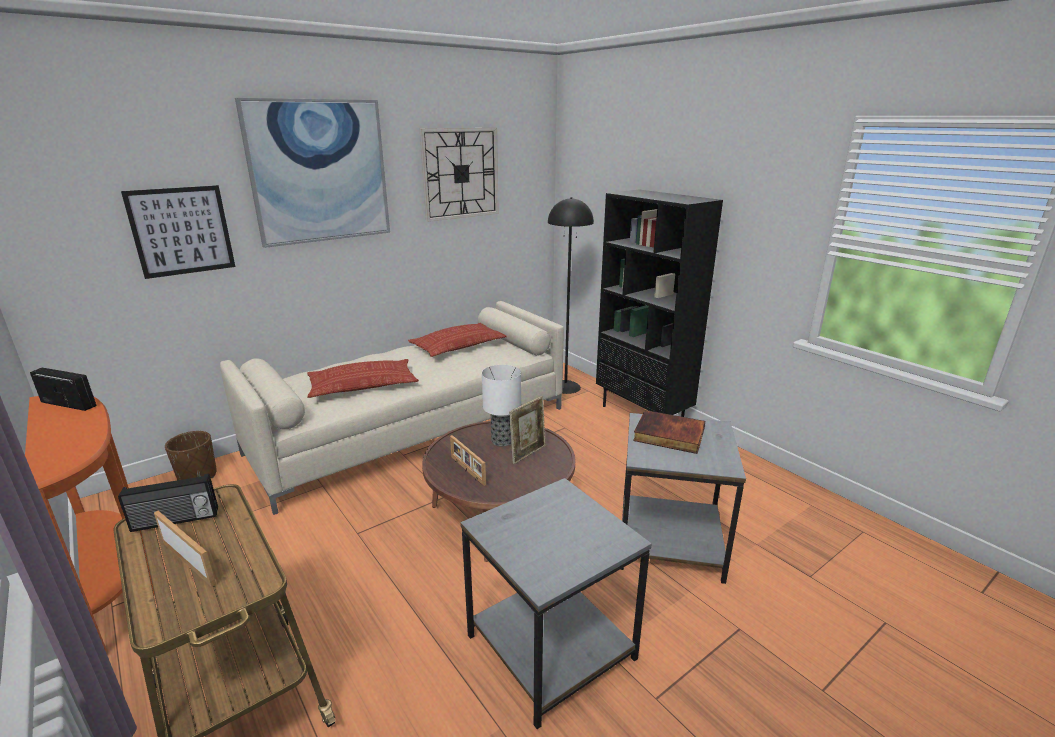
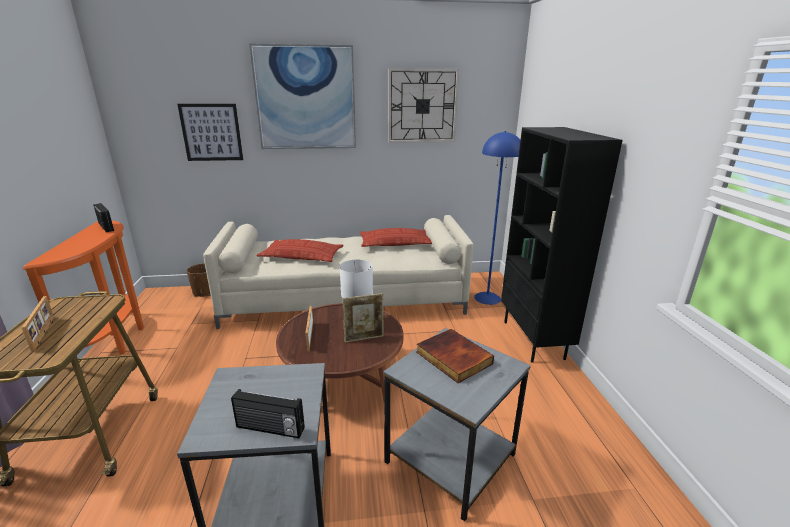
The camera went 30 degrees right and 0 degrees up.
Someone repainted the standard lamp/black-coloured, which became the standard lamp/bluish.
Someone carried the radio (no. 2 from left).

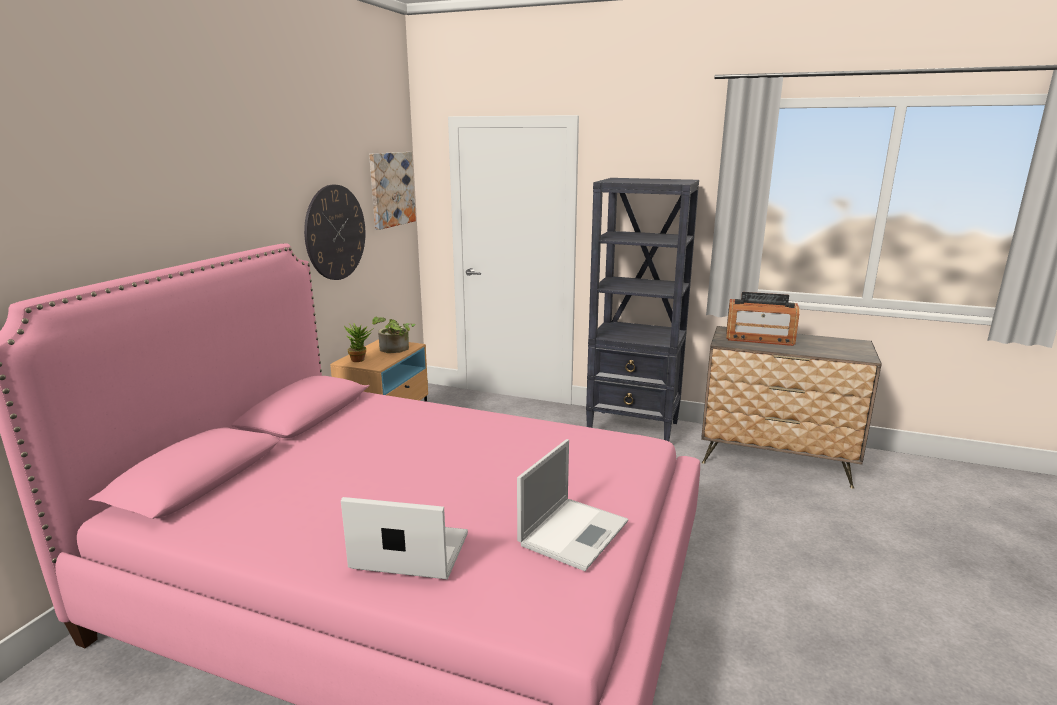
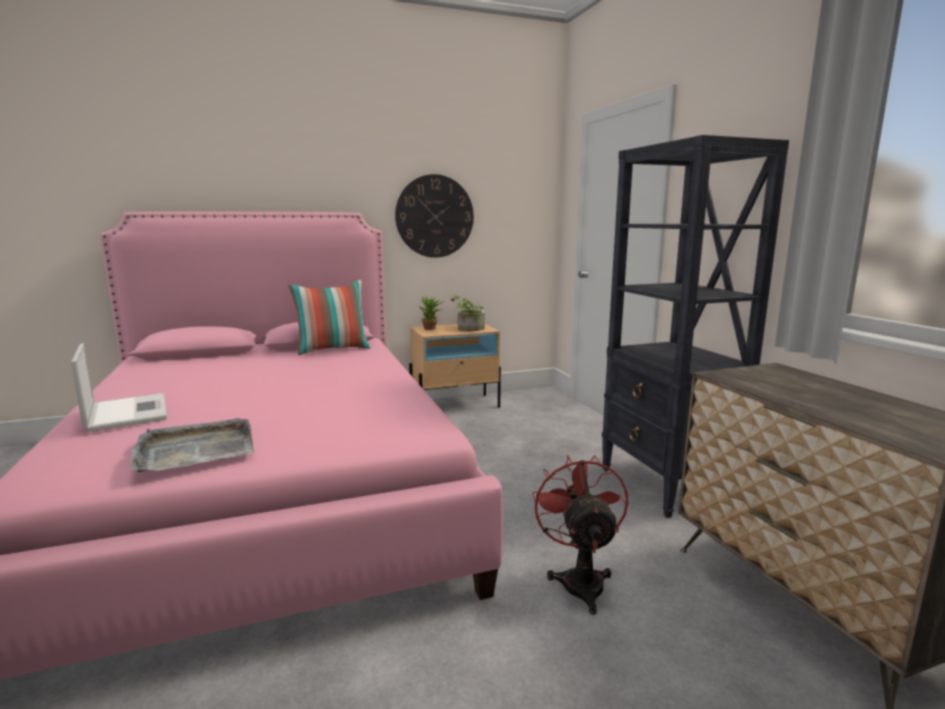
The camera went 50 degrees right and 5 degrees down.
Someone took away the wall picture.
Someone took away the radio.
Someone swapped the notebook computer (no. 2 from left) for the carrying tray/grey.
Someone put down the pillow.
Someone put down the electric fan/red.

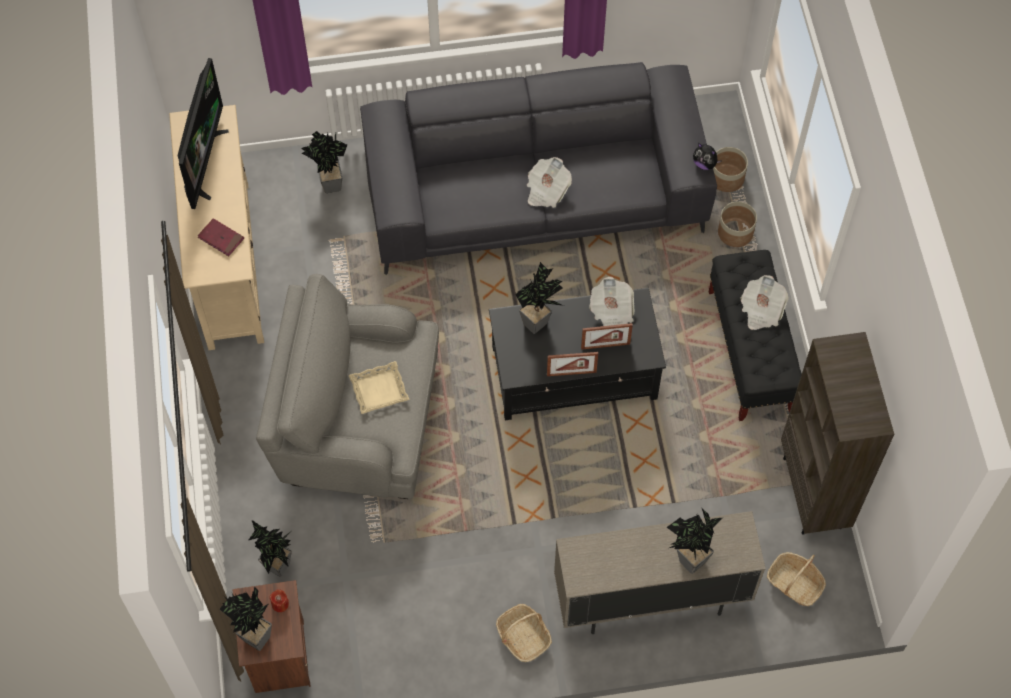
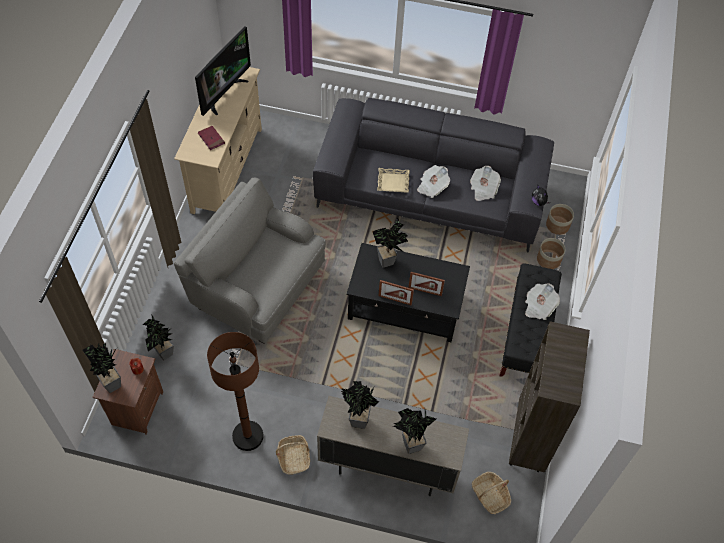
The camera went 20 degrees right and 5 degrees down.
Someone carried the potted plant (no. 3 from left).
Someone carried the newspaper (no. 2 from left).
Someone carried the carrying tray/beige.
Someone put down the standard lamp/brown-coloured.

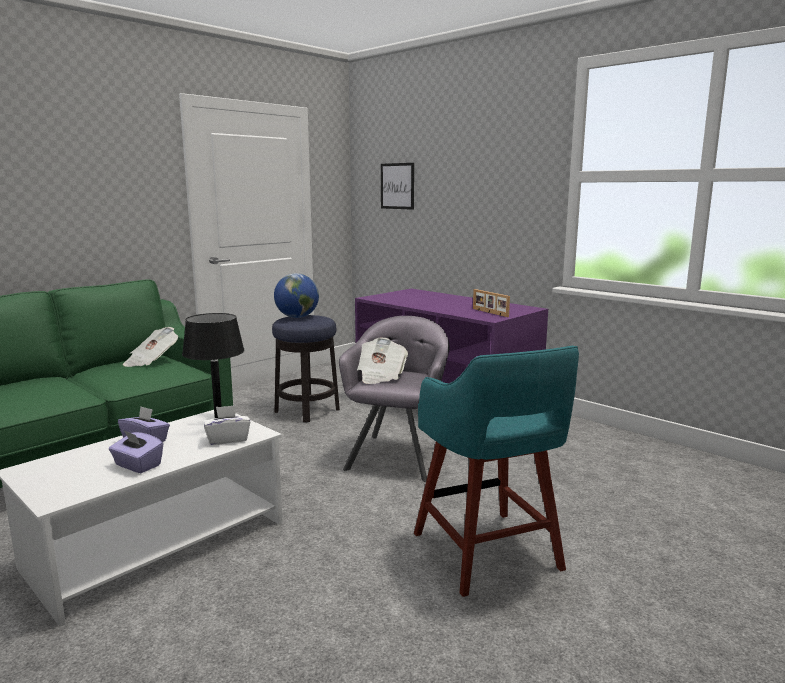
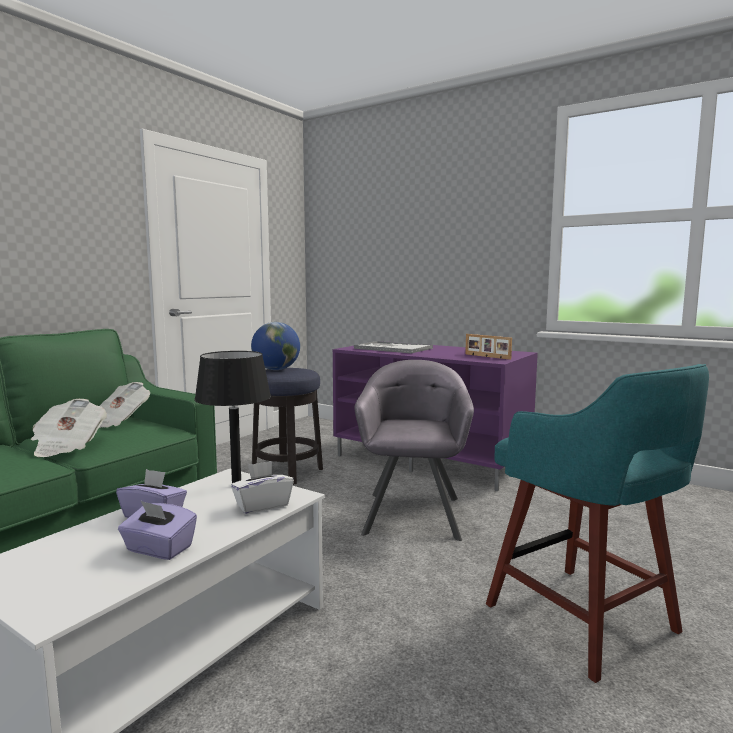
The camera went 10 degrees left and 5 degrees down.
Someone took away the wall picture.
Someone carried the newspaper (no. 2 from left in the first image).
Someone put down the carrying tray.

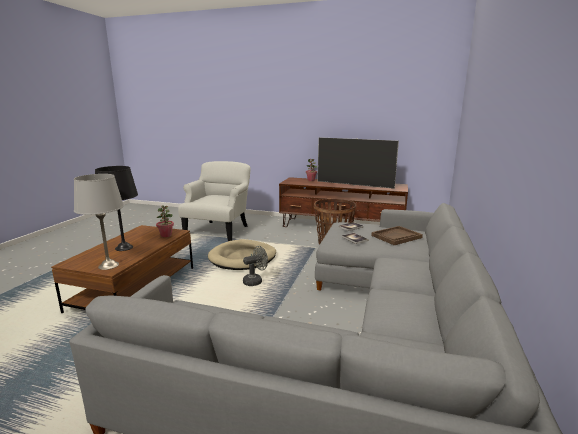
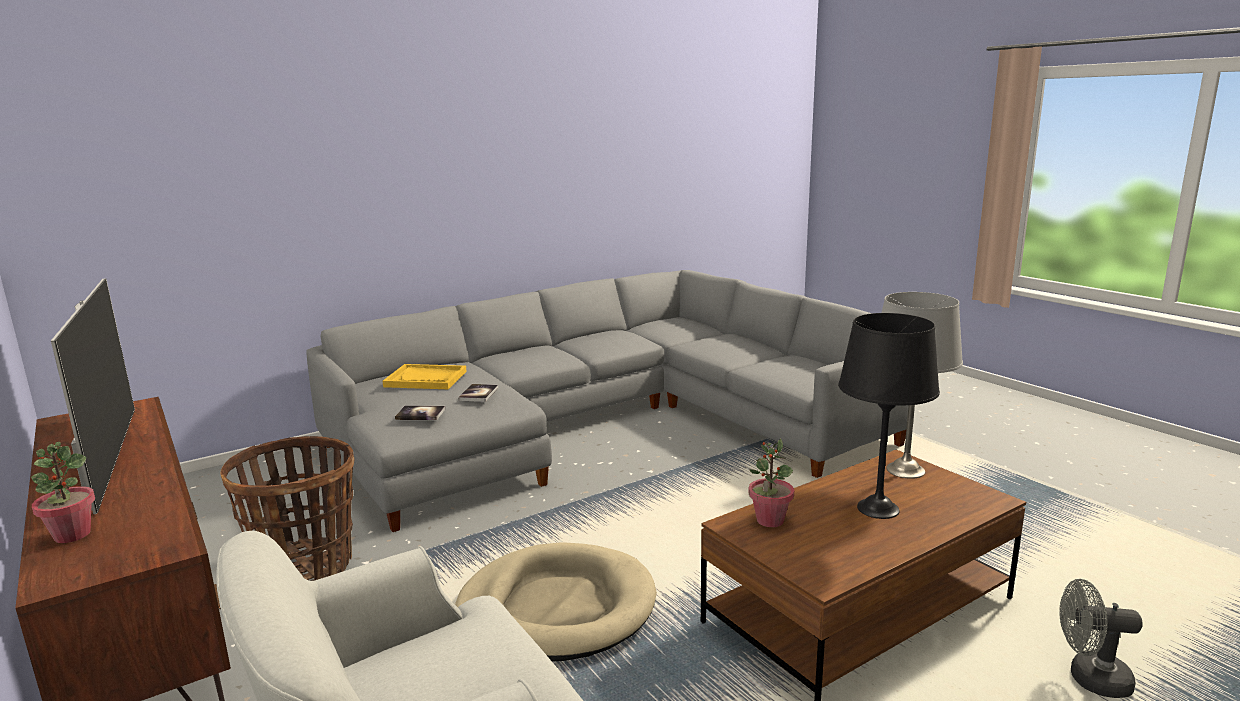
The camera went 140 degrees left and 0 degrees up.
Someone repainted the carrying tray/brown-coloured, which became the carrying tray/yellow.
Someone carried the electric fan/grey.

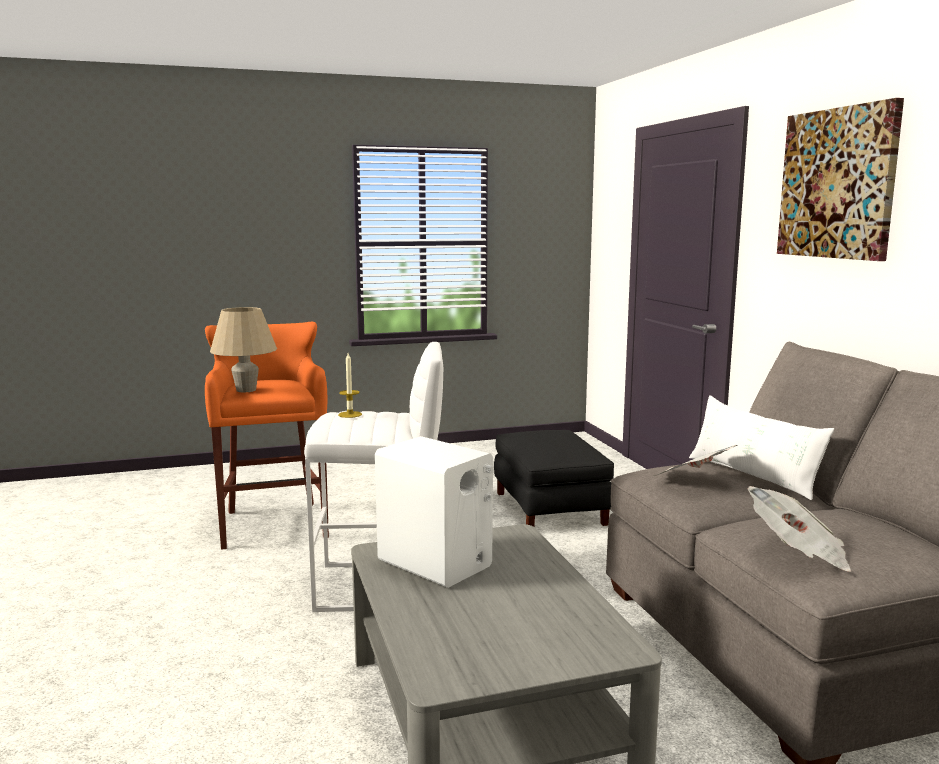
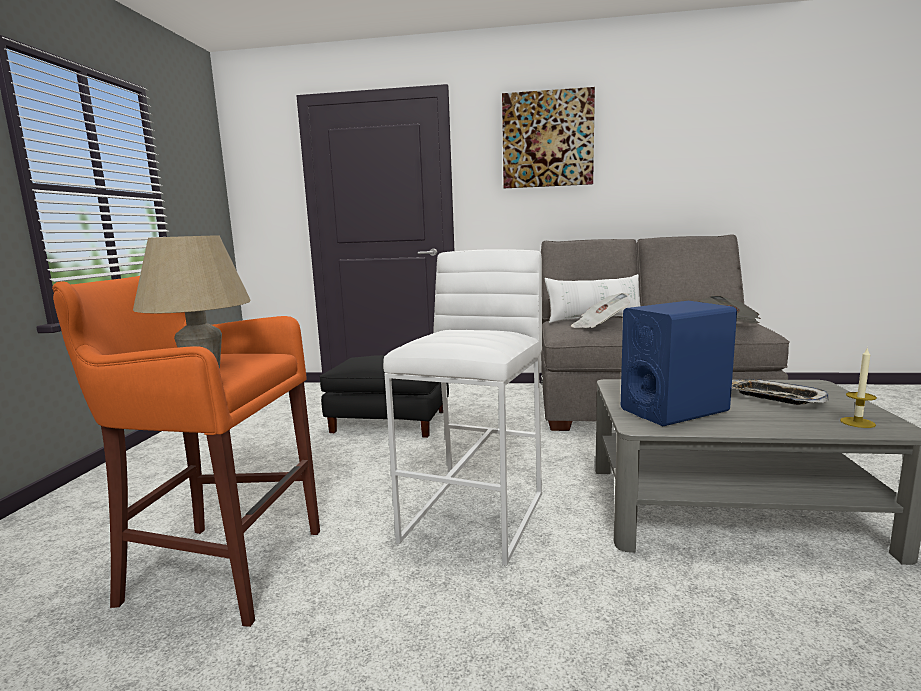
The camera went 65 degrees left and 0 degrees up.
Someone carried the wax light.
Someone repainted the speaker/white, which became the speaker/bluish.
Someone put down the carrying tray.

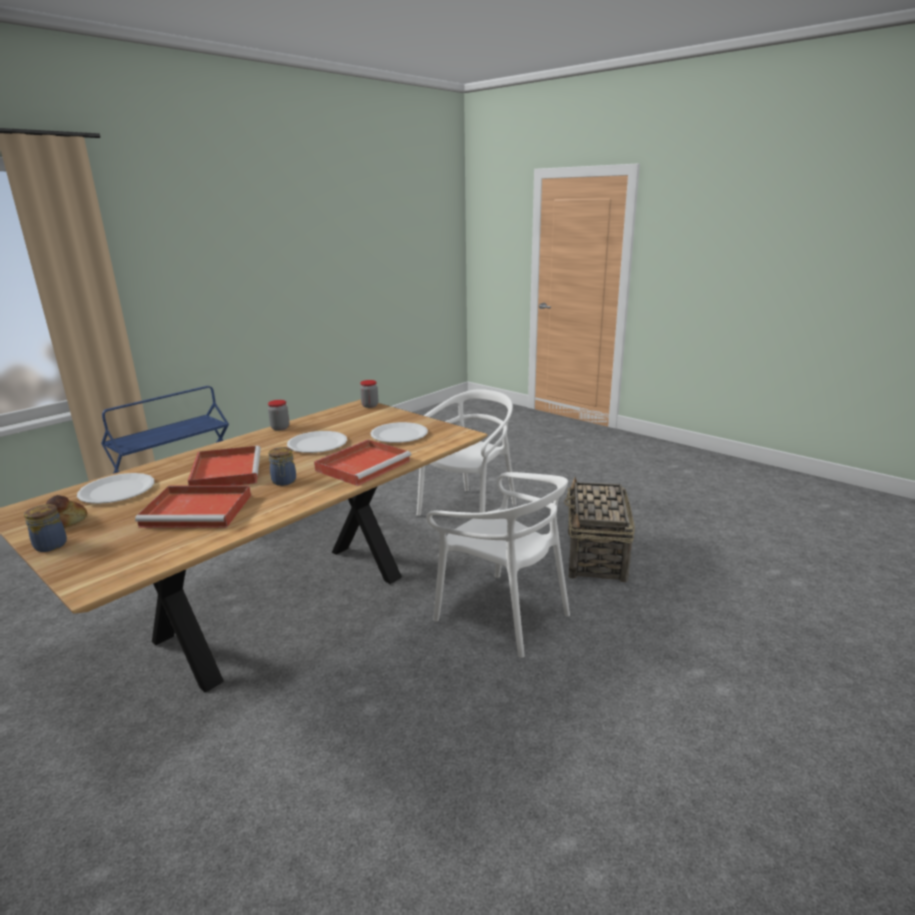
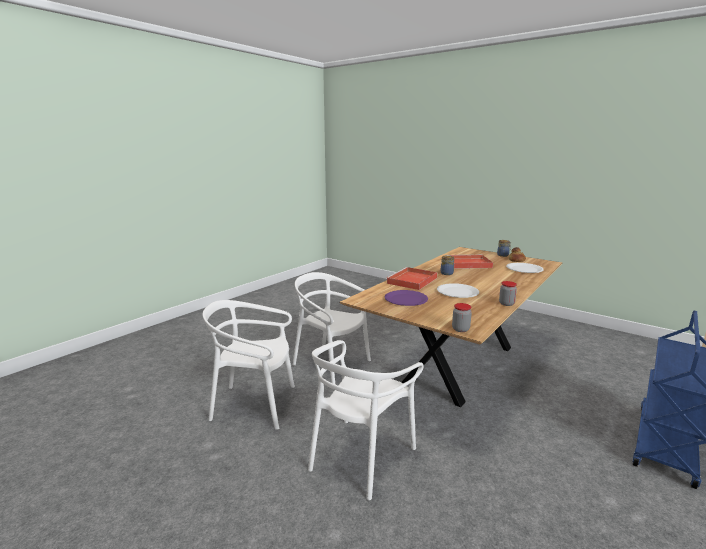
The camera went 175 degrees right and 5 degrees down.
Someone repainted the plate/white (no. 3 from left), which became the plate/purple-coloured.
Someone took away the carrying tray/red (no. 2 from left).
Someone swapped the household basket for the upright chair/white (no. 1 from left).

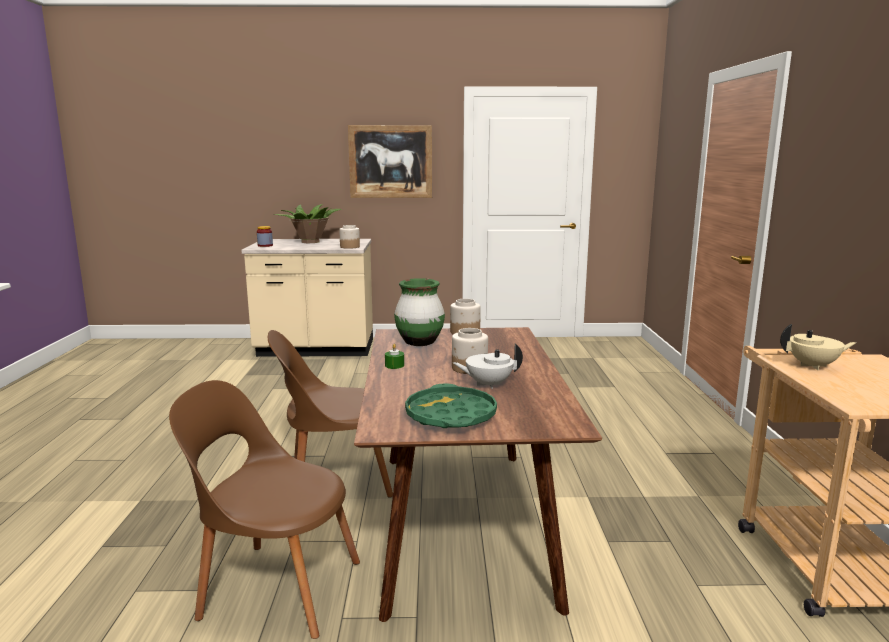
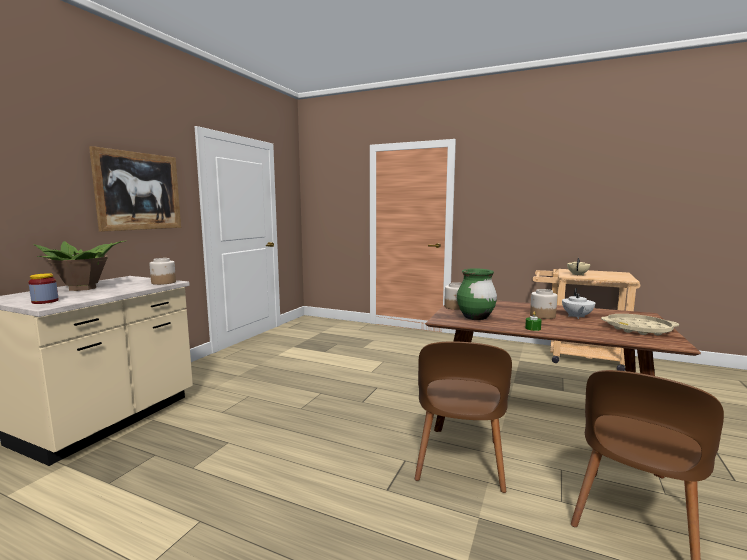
The camera went 65 degrees left and 5 degrees down.
Someone repainted the carrying tray/green-coloured, which became the carrying tray/beige.

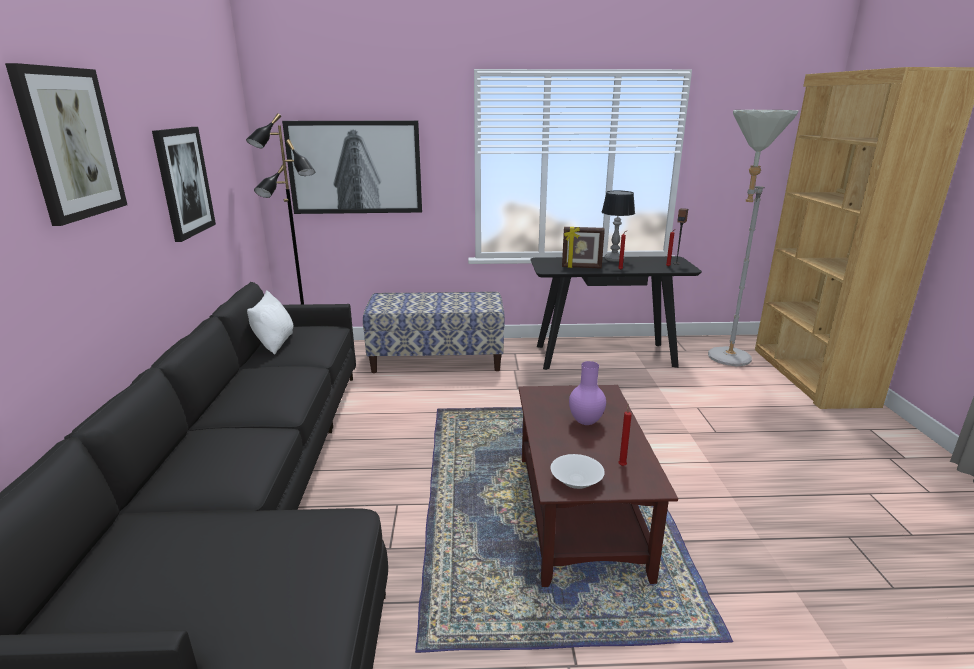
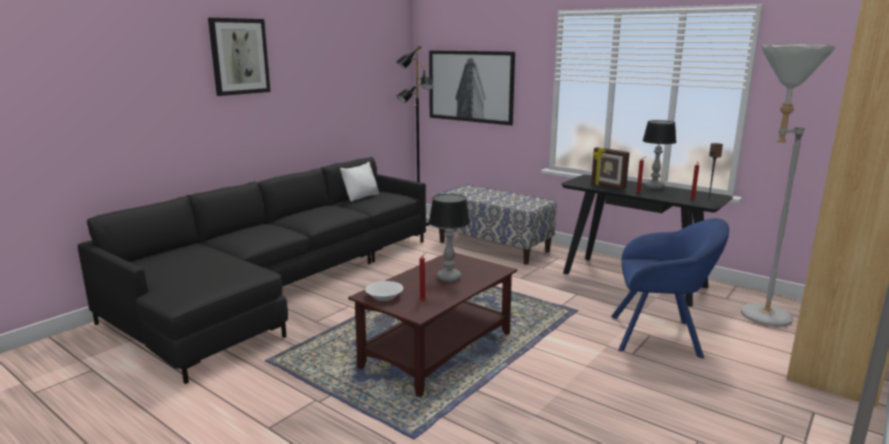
The camera went 40 degrees right and 5 degrees down.
Someone took away the wall picture (no. 2 from left).
Someone swapped the decorative vase/purple-coloured for the table lamp (no. 1 from left).
Someone put down the easy chair/bluish.

